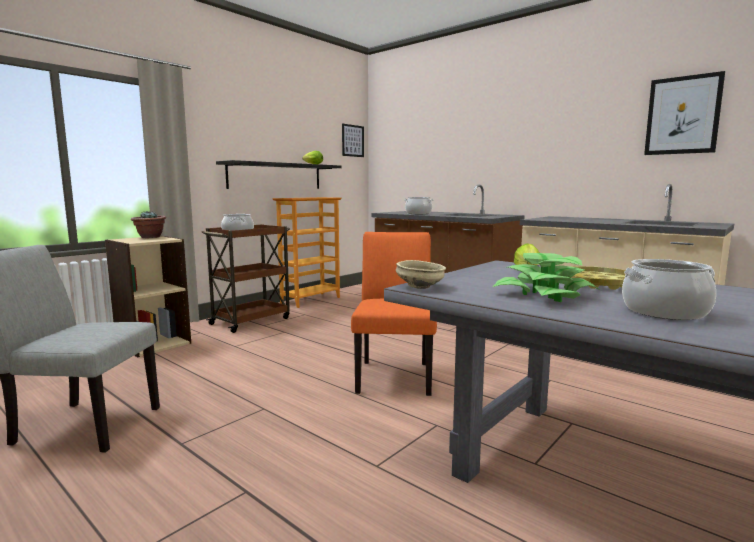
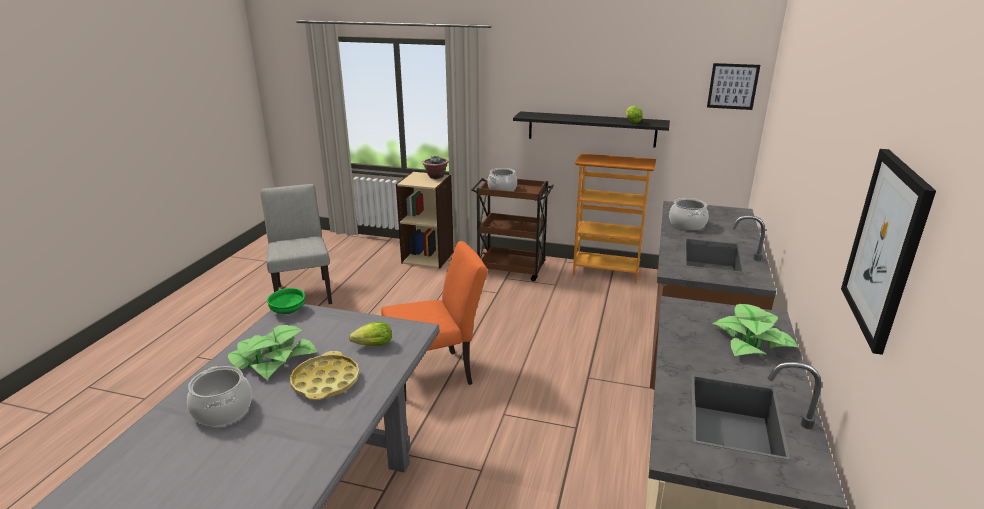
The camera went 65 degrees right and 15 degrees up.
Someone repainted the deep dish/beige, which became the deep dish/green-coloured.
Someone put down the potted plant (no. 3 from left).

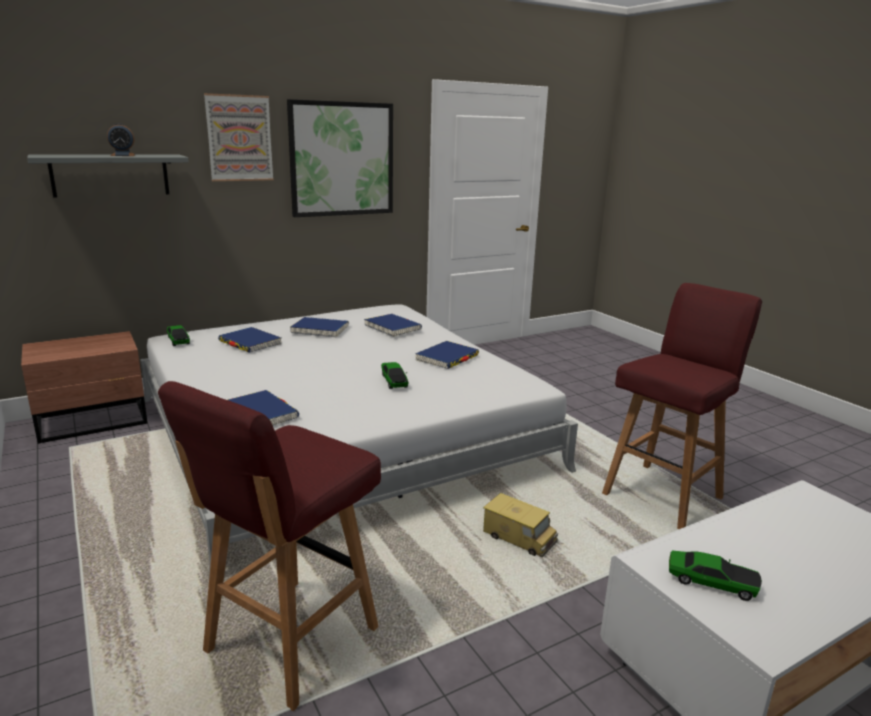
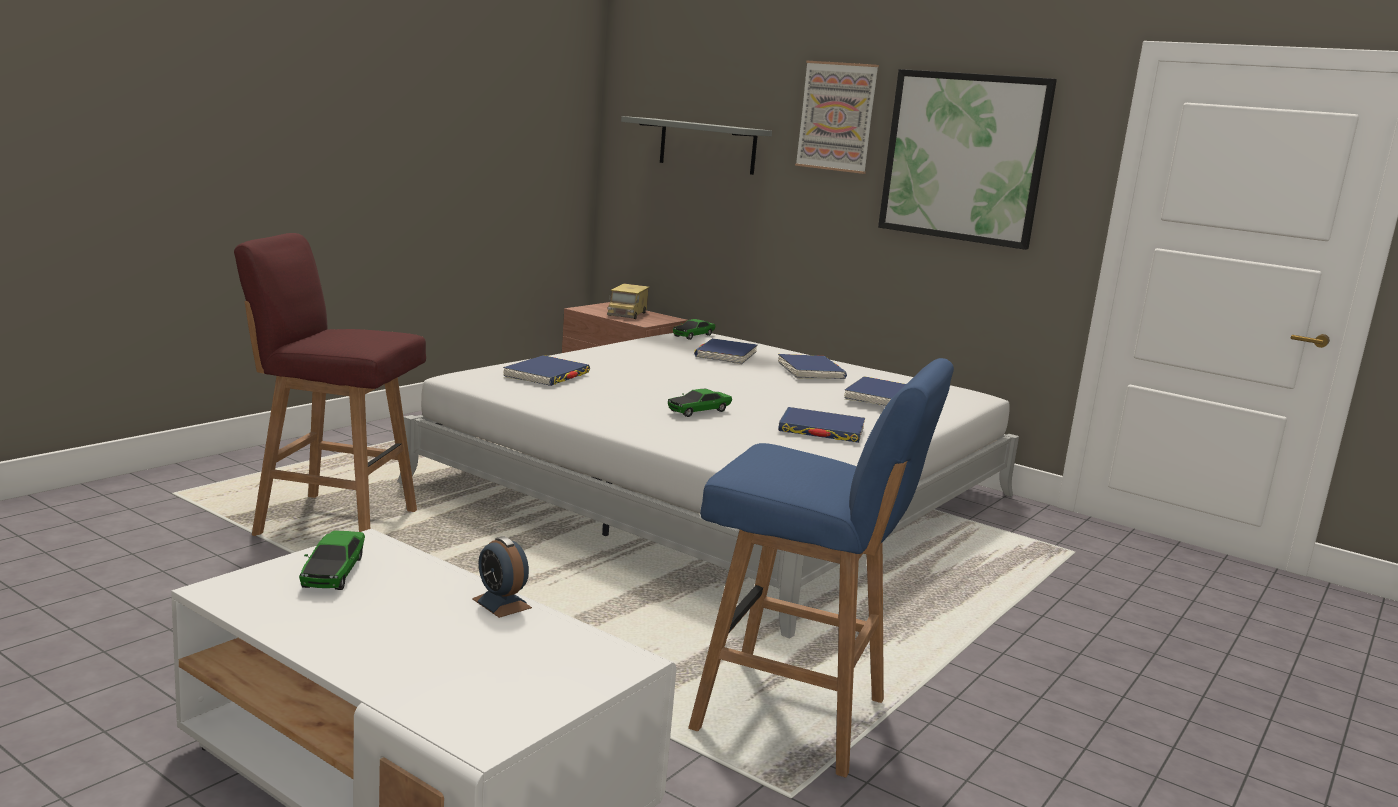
The camera went 65 degrees right and 5 degrees down.
Someone carried the alarm clock.
Someone repainted the sitting stool/red (no. 2 from left), which became the sitting stool/bluish.
Someone carried the model truck.

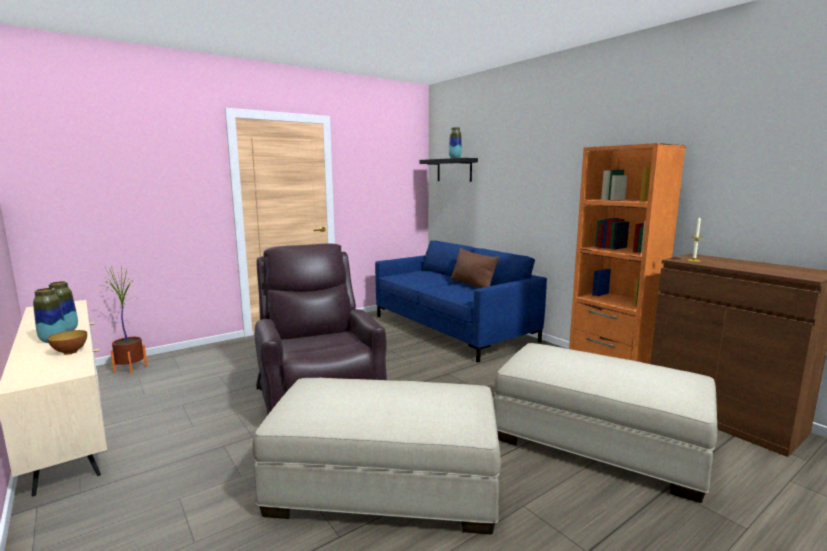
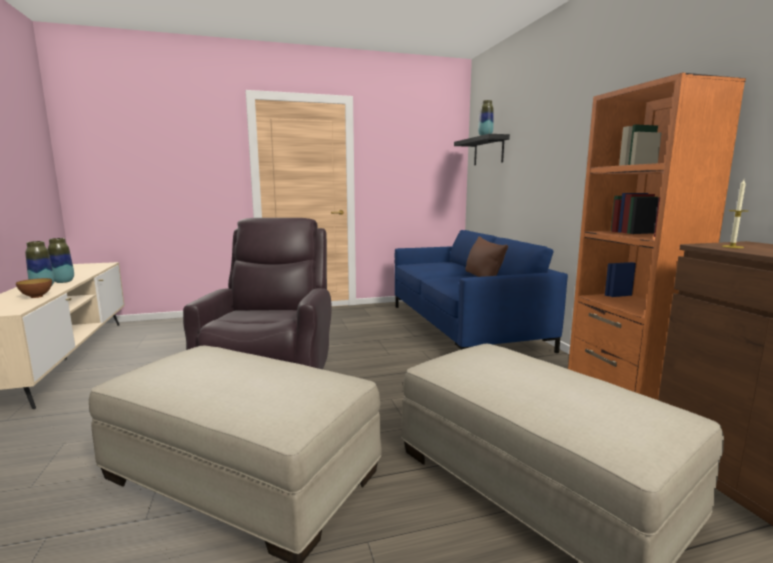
The camera went 20 degrees right and 0 degrees up.
Someone took away the potted plant.

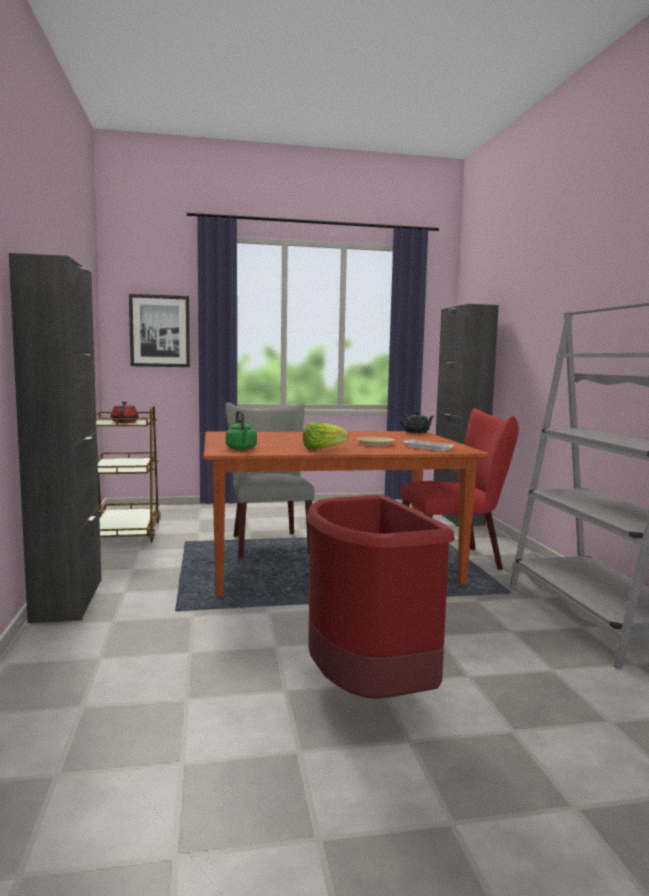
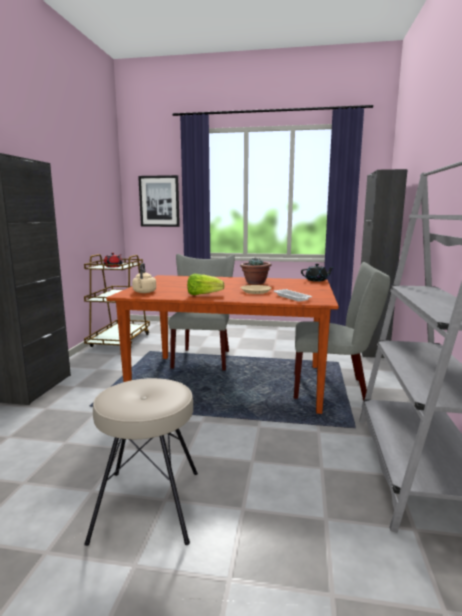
The camera went 20 degrees right and 5 degrees up.
Someone repainted the upright chair/red, which became the upright chair/grey (no. 2 from left).
Someone repainted the water kettle/green-coloured, which became the water kettle/beige.
Someone swapped the waste bin/red for the sitting stool/beige.
Someone put down the potted plant.

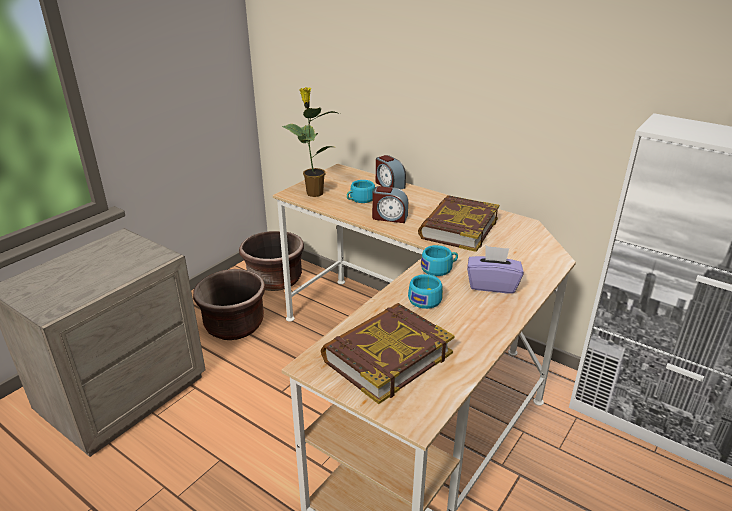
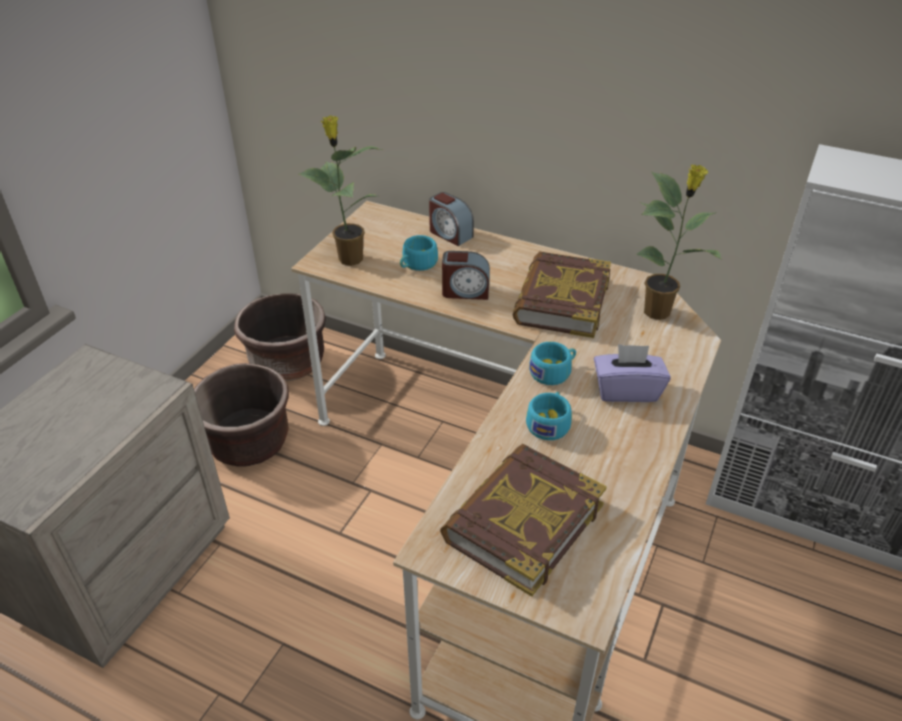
The camera went 10 degrees left and 10 degrees up.
Someone put down the potted plant (no. 2 from left).

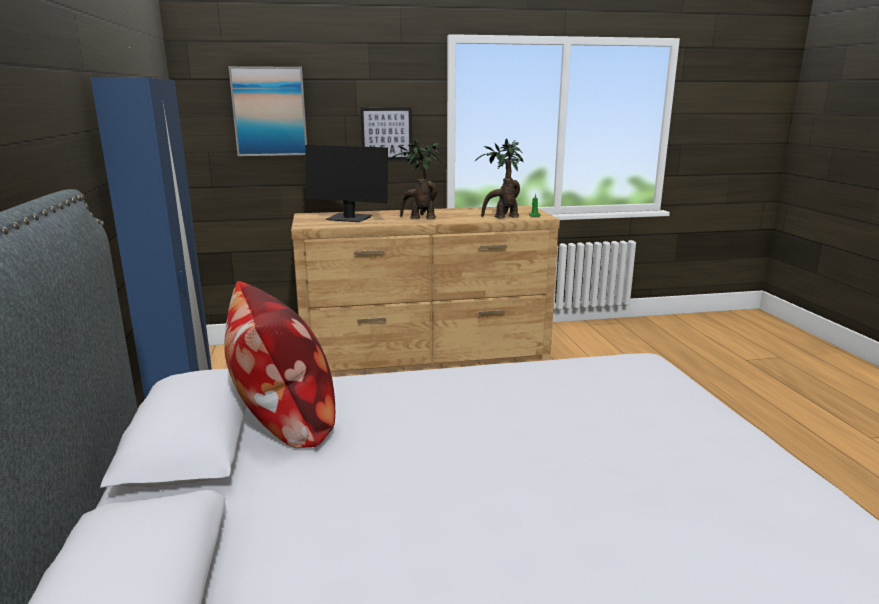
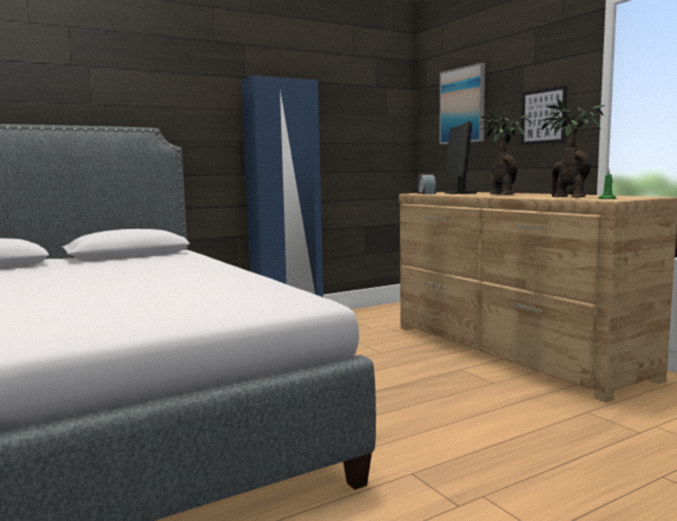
The camera went 70 degrees right and 10 degrees down.
Someone took away the pillow.
Someone put down the alarm clock.

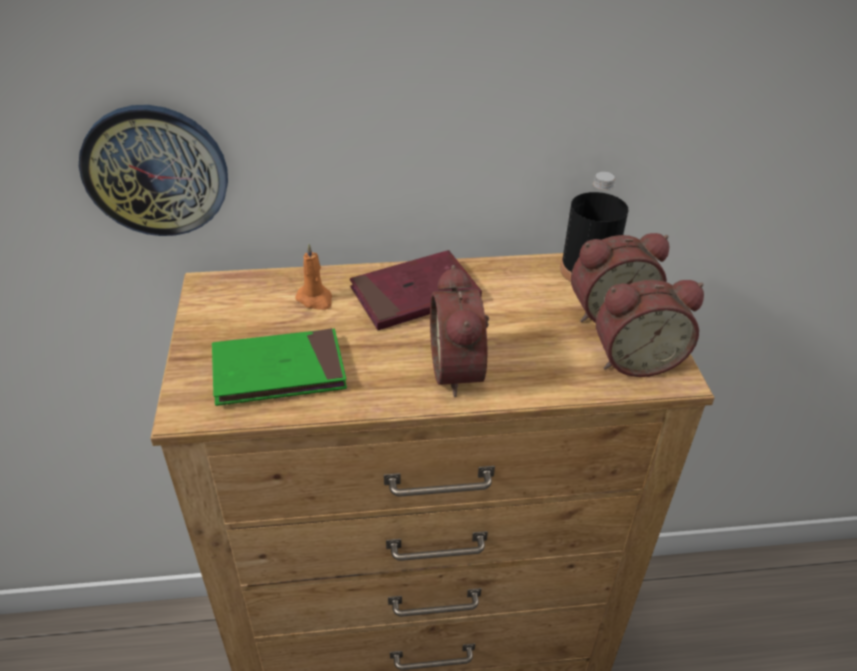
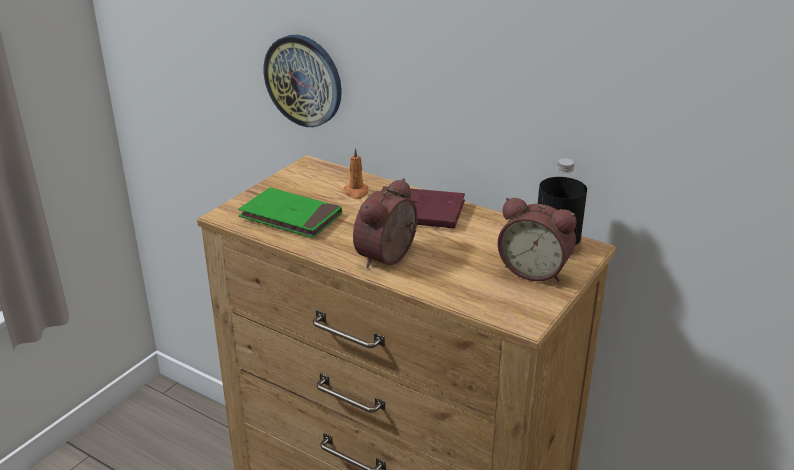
The camera went 40 degrees right and 10 degrees down.
Someone took away the alarm clock (no. 3 from left).

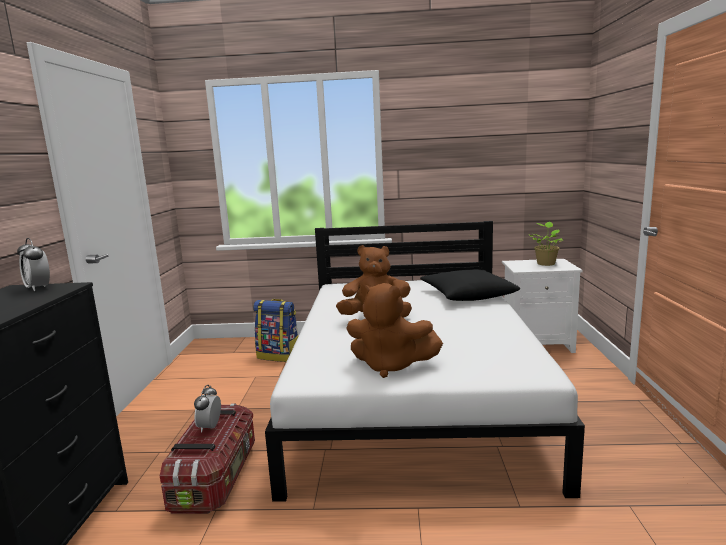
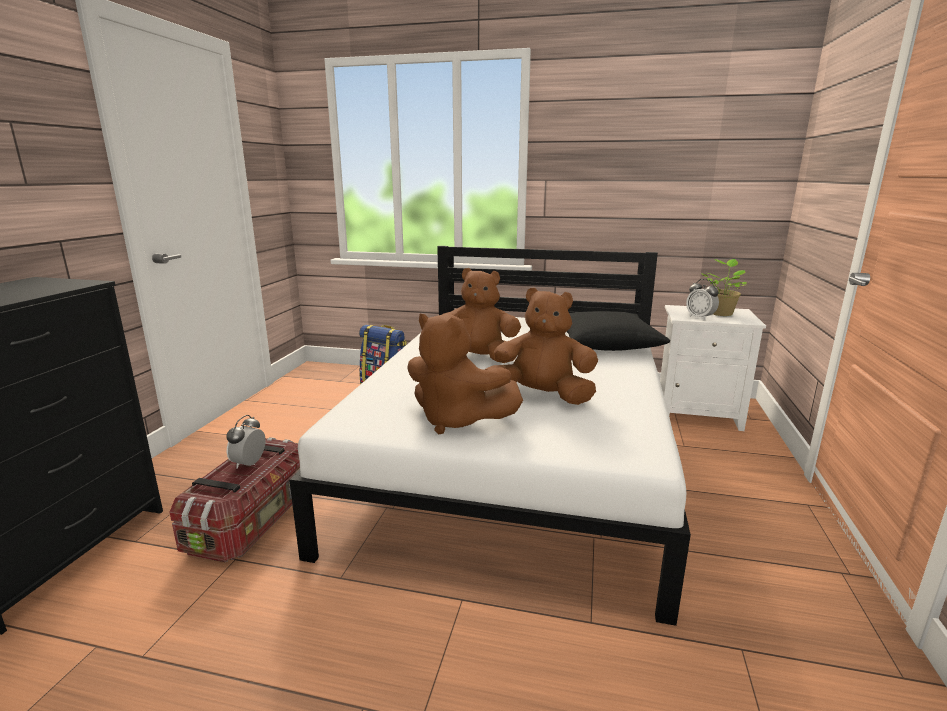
The camera went 10 degrees right and 5 degrees up.
Someone carried the alarm clock (no. 1 from left in the first image).
Someone put down the plush toy/brown-coloured (no. 3 from left).

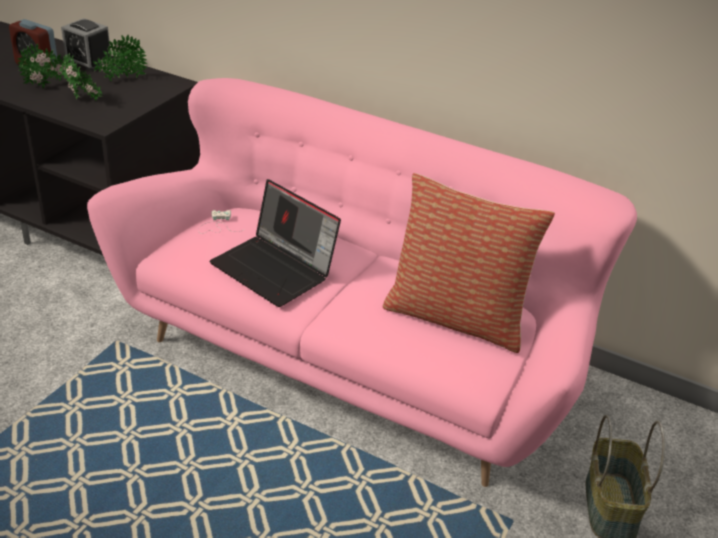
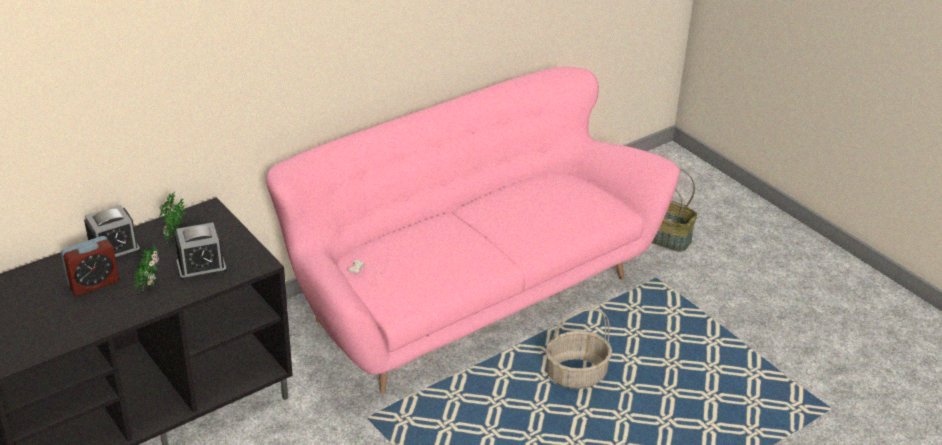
The camera went 65 degrees left and 0 degrees up.
Someone swapped the potted plant (no. 2 from left) for the alarm clock (no. 3 from left).
Someone took away the pillow.
Someone took away the notebook computer.
Someone put down the household basket (no. 1 from left).

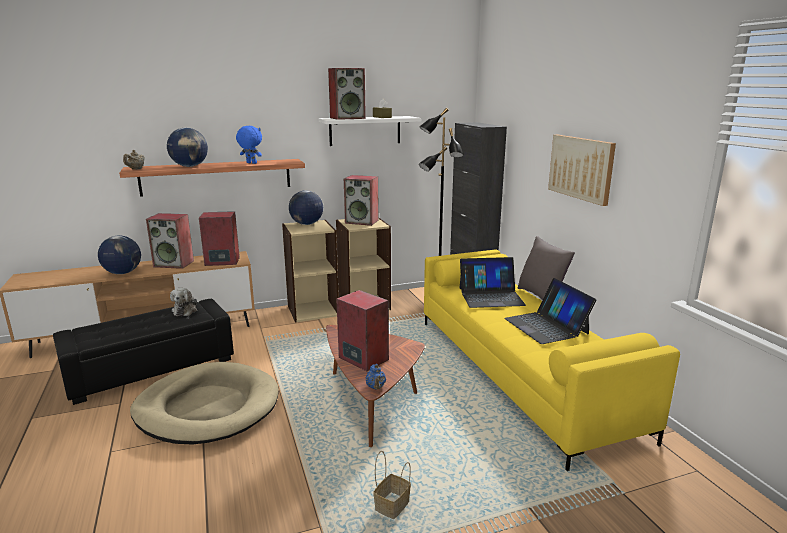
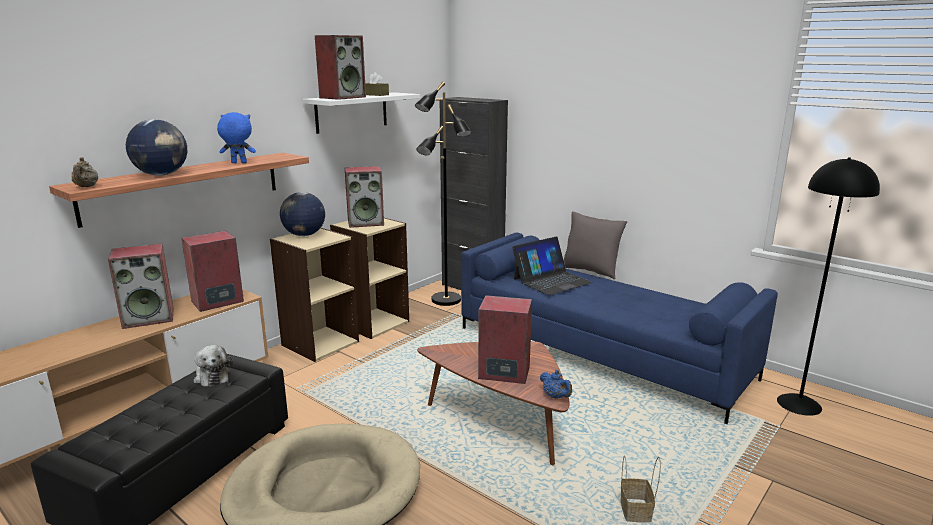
The camera went 30 degrees left and 0 degrees up.
Someone took away the wall picture.
Someone took away the world globe (no. 1 from left).
Someone repainted the settee/yellow, which became the settee/bluish.
Someone took away the notebook computer (no. 2 from left).
Someone put down the standard lamp/black-coloured (no. 2 from left).

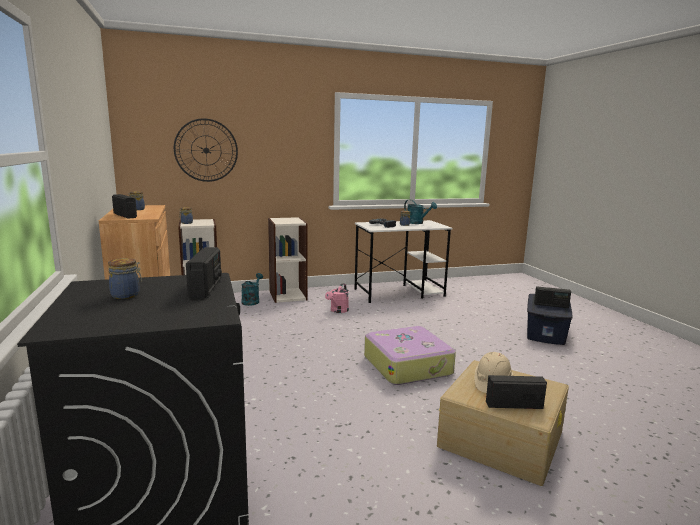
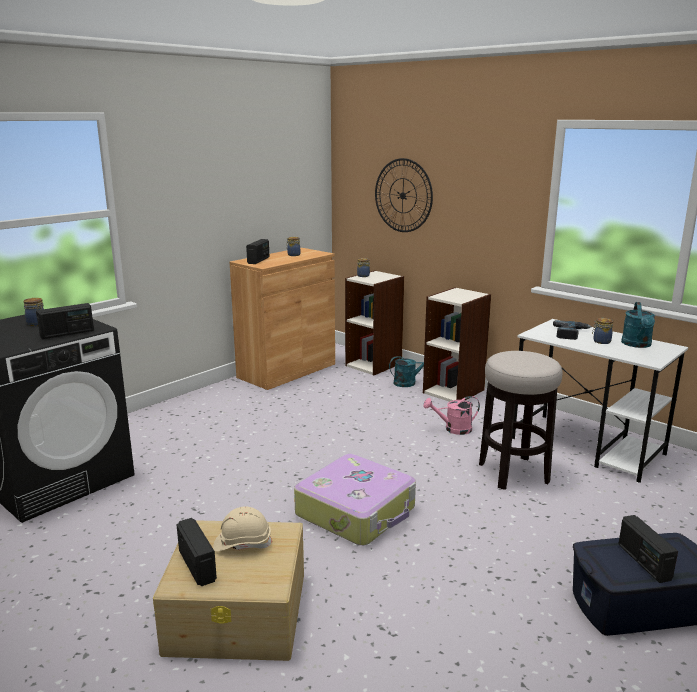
The camera went 60 degrees right and 5 degrees up.
Someone put down the sitting stool.

